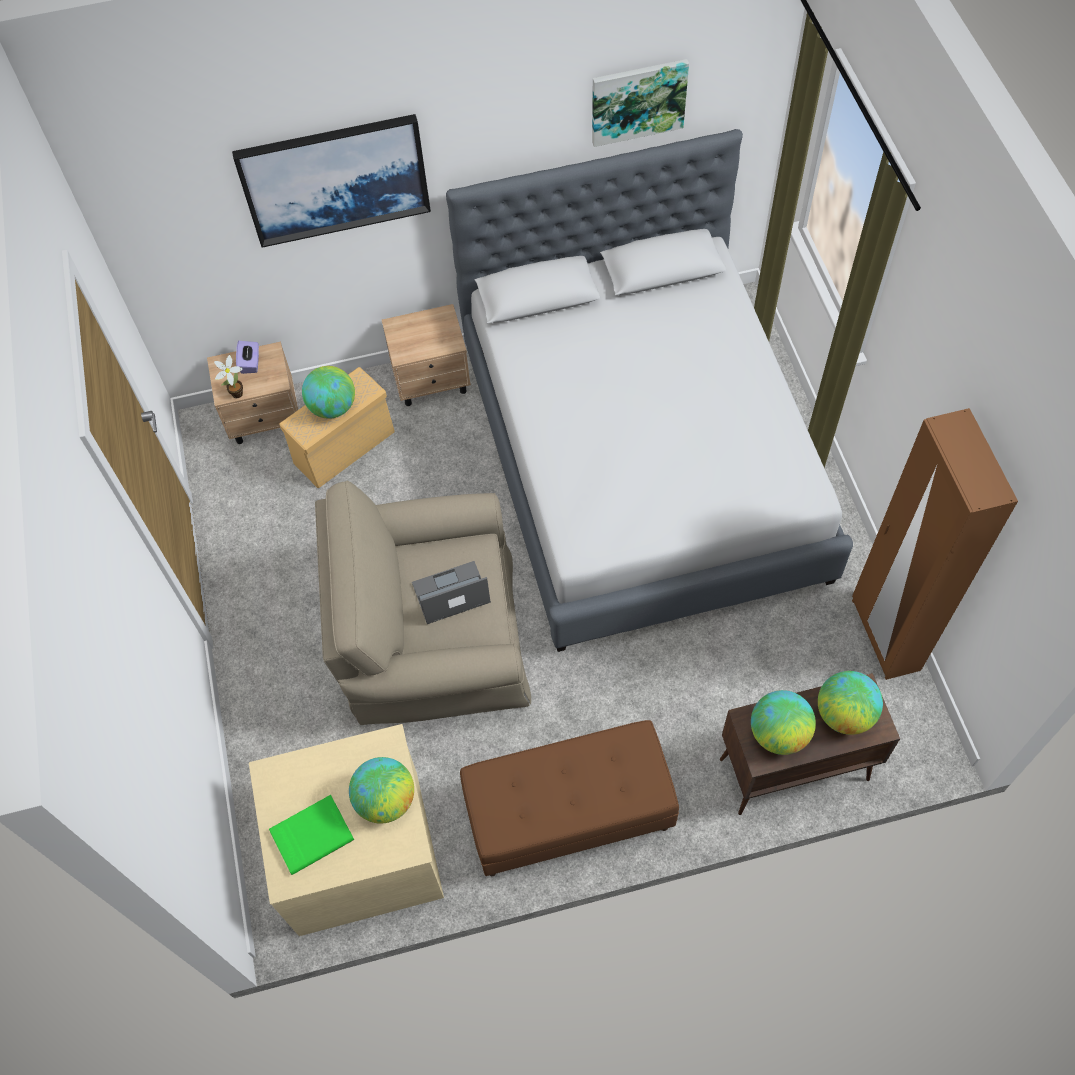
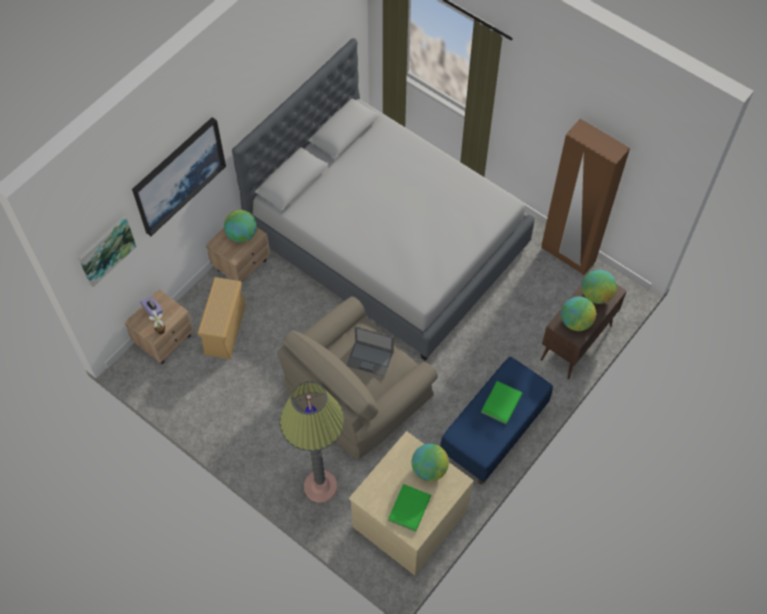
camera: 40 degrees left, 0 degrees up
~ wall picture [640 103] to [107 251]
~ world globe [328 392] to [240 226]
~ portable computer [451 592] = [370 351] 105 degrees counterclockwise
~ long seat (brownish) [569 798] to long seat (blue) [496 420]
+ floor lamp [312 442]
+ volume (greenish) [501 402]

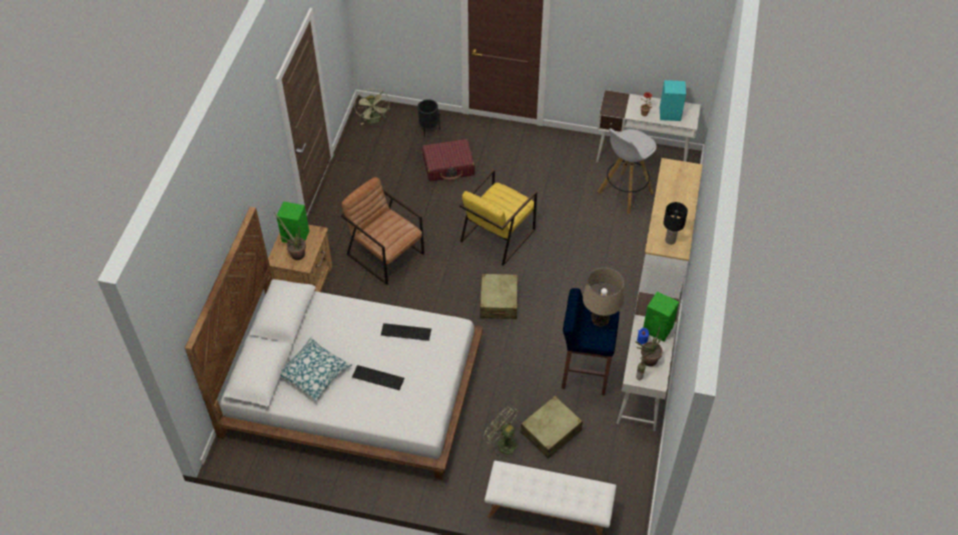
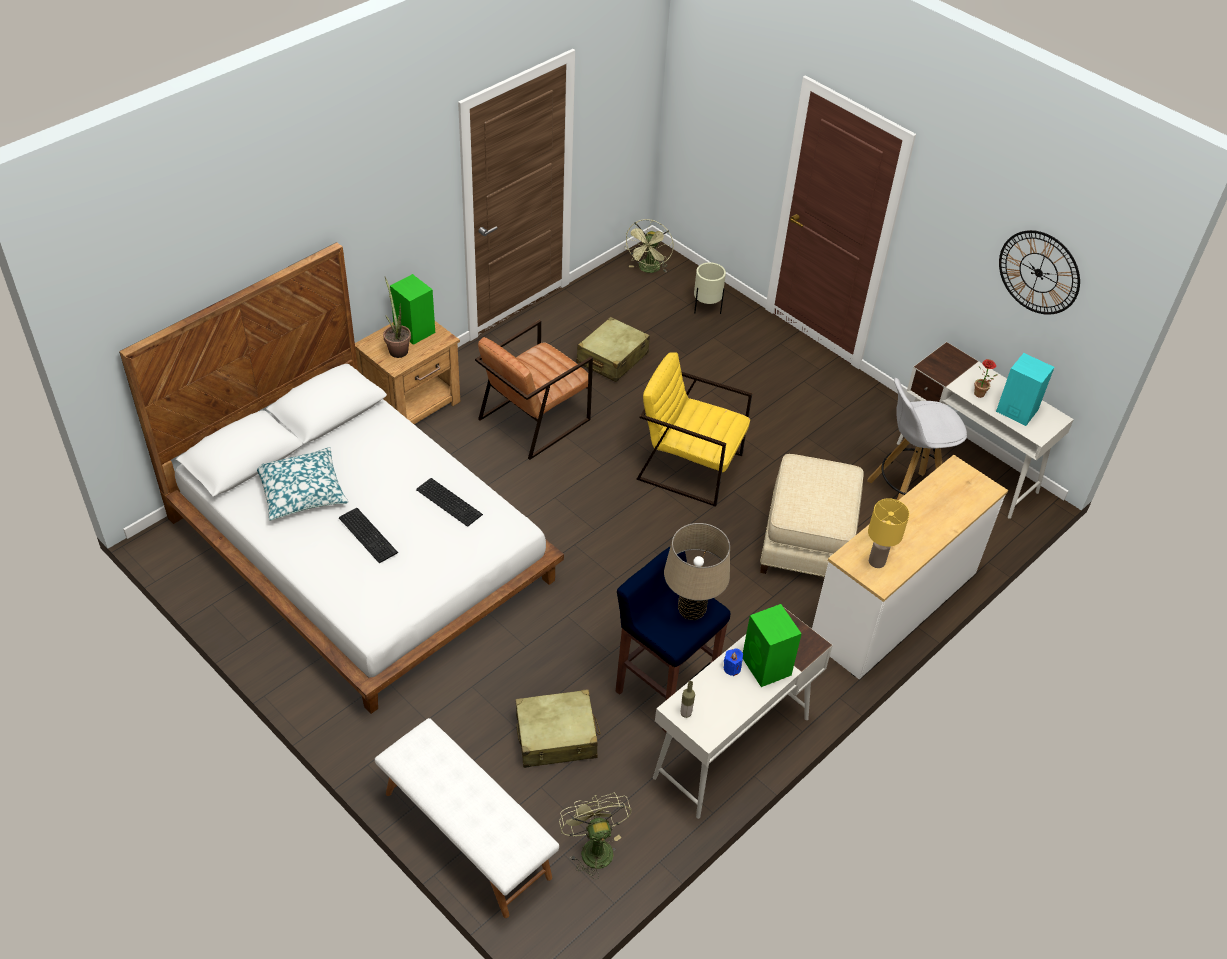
camera: 30 degrees right, 5 degrees down
~ plant pot (black-coloured) [429 118] to plant pot (beige) [710 288]
- suitcase (red-coloured) [448 160]
~ lounge chair (yellow-coloured) [498 217] = [694 429] 45 degrees clockwise
~ lounge chair (brownish) [382 231] = [534 390] 120 degrees counterclockwise
~ table lamp (black-coloured) [675 223] to table lamp (yellow-coloured) [888 533]
~ suitcase (beige) [498 296] to [613 349]
- plant in a pot [648 346]
~ fan (greenish) [500 433] to [595 836]
+ wall clock [1039 272]
+ ottoman (beige) [812 515]

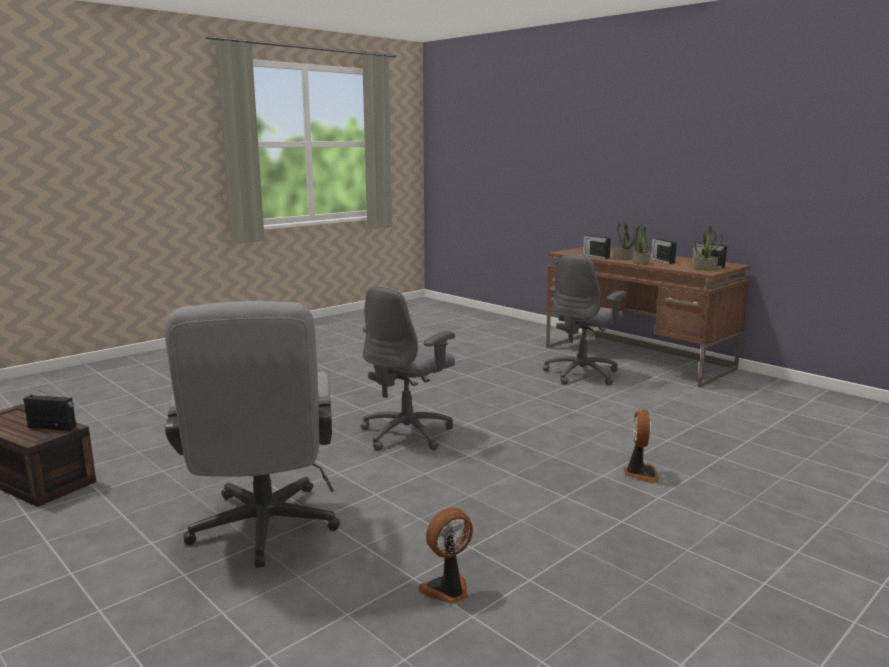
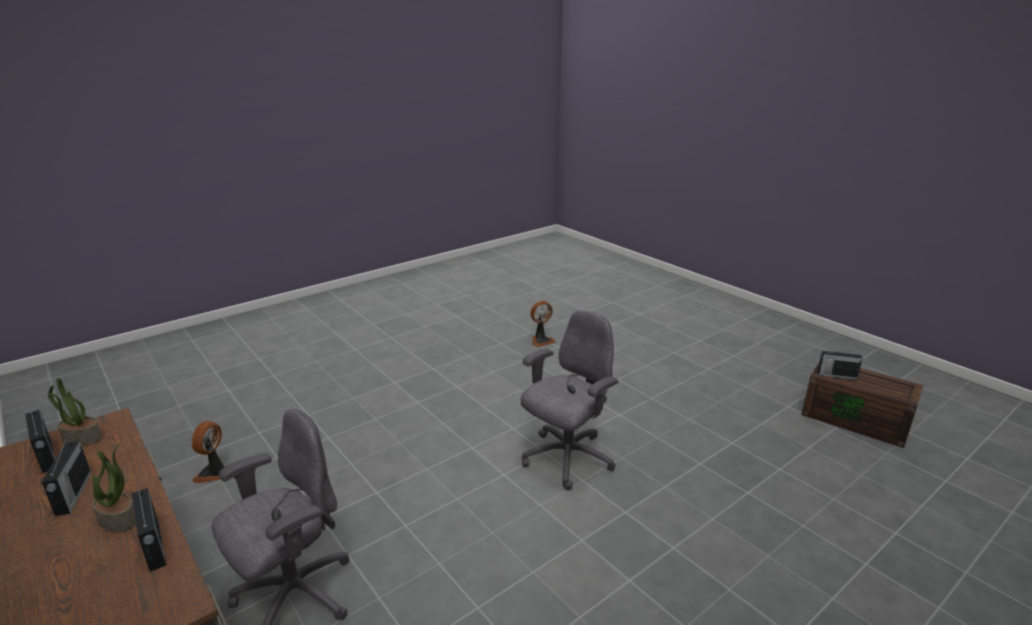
camera: 175 degrees left, 10 degrees up
- plant in a pot [641 243]
- computer chair (grey) [252 434]
~ fan [641 446] to [208 452]

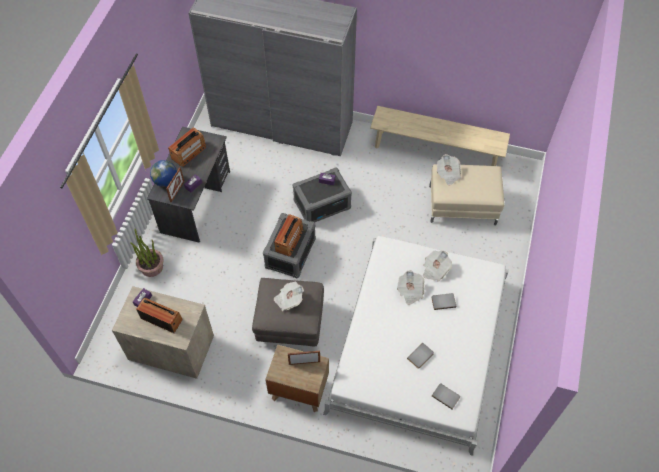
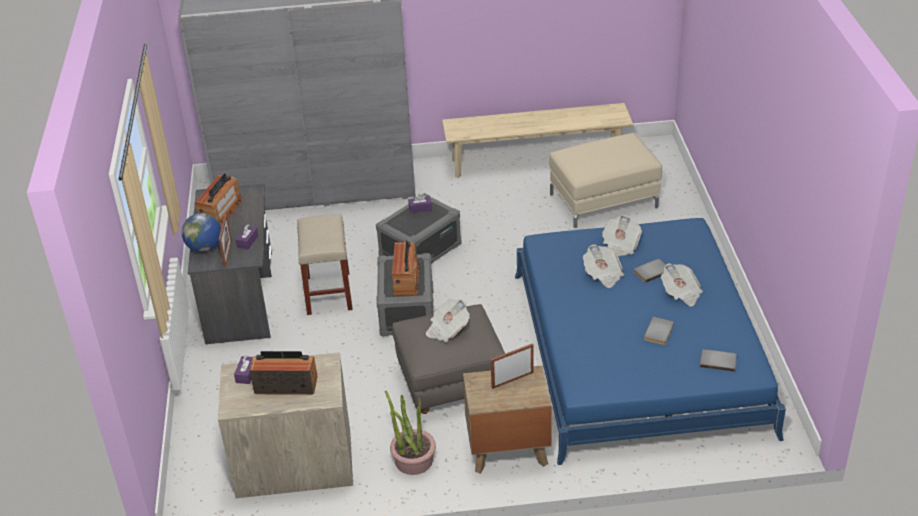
camera: 20 degrees left, 20 degrees down
~ newspaper [449 170] to [682 284]
~ plant in a pot [146 253] to [410 432]
~ bedroom bed (white) [416 346] to bedroom bed (blue) [650 341]
+ stool (beige) [325 265]

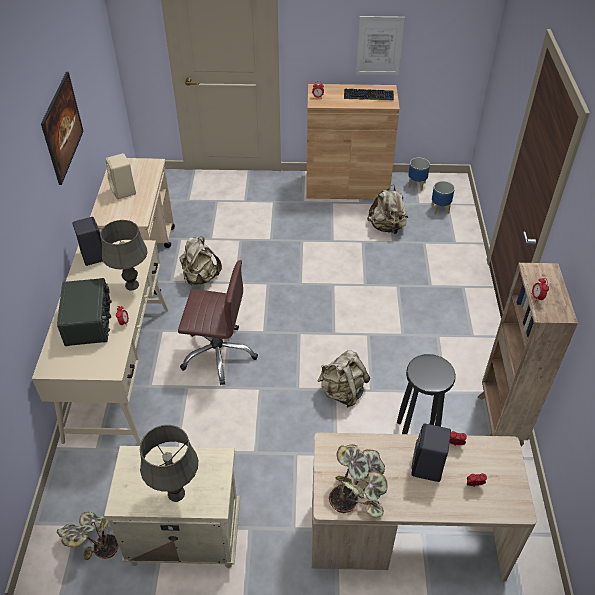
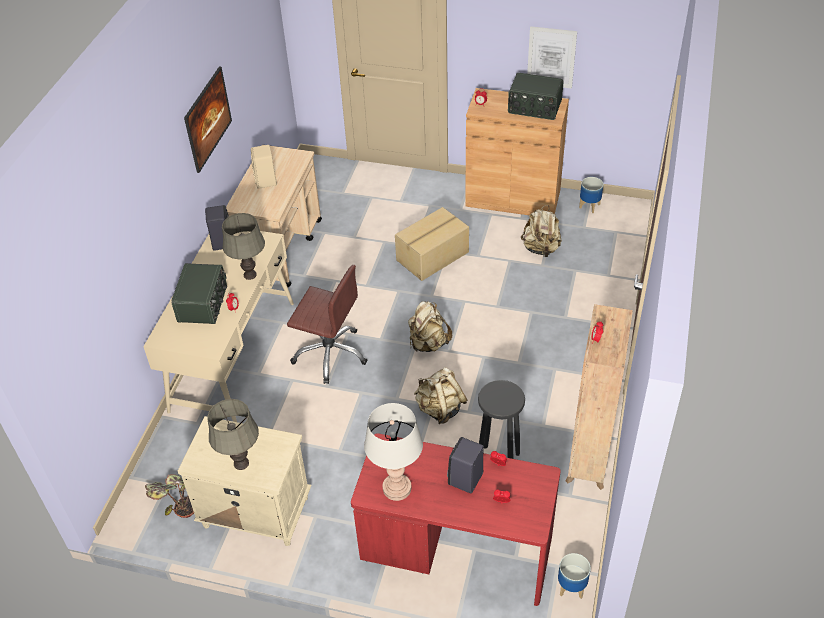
camera: 15 degrees right, 0 degrees up
~ keyboard [369 94] to radio set [536 96]
~ plant pot [443 197] to [574 576]
~ rucksack (beige) [200 260] to [430 326]
~ desk (beige) [424 507] to desk (red-coloured) [456 519]
~ plant in a pot [358 481] to table lamp (grey) [393 452]
+ packing box [432 244]

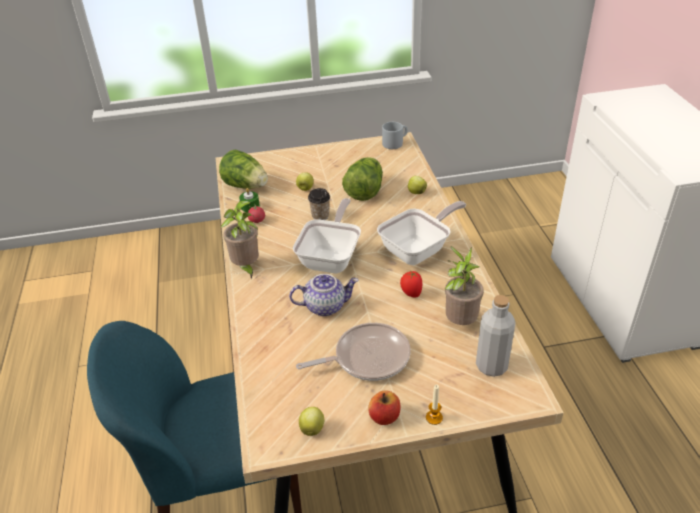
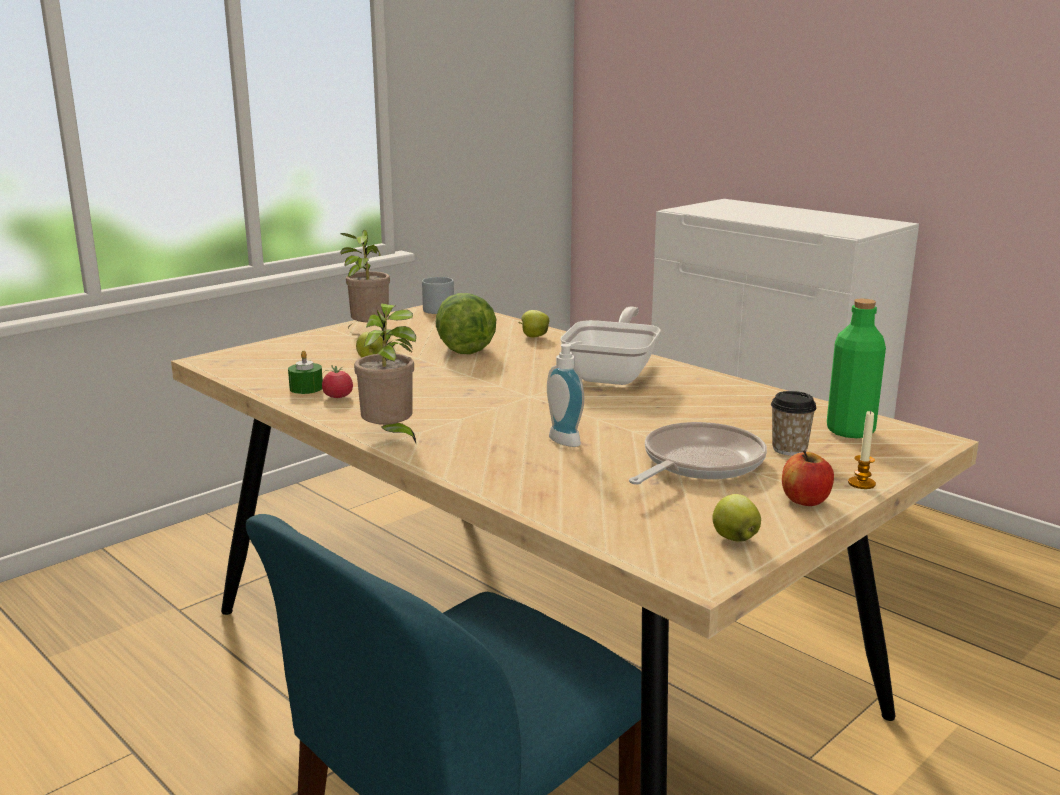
camera: 35 degrees left, 20 degrees down
- lettuce head [243 169]
~ cup [319 204] to [794 423]
- pan [327 235]
~ plant in a pot [464 285] to [365 279]
- tomato [411 284]
~ tea pot [324 295] to liquid soap bottle [565 394]
~ beverage bottle (grey) [496 336] to beverage bottle (greenish) [856 368]

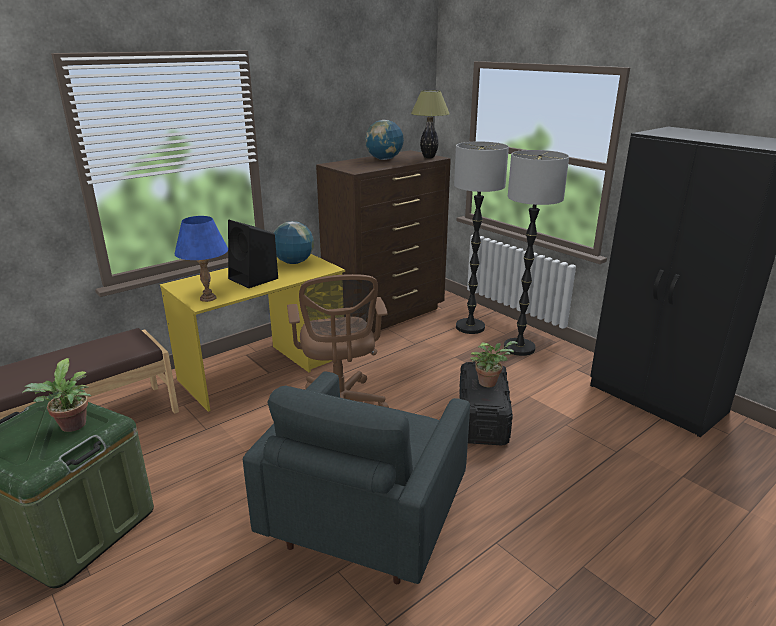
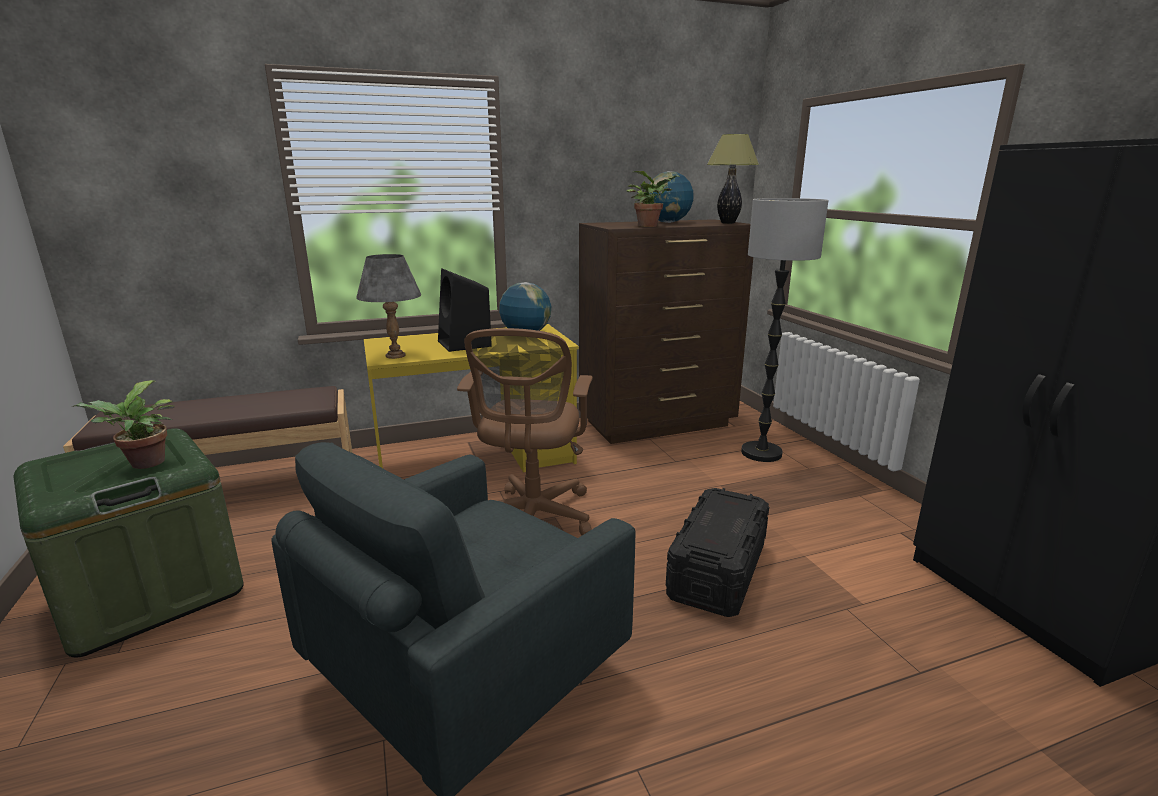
camera: 20 degrees right, 5 degrees down
- floor lamp [536 253]
~ table lamp (blue) [201 259] to table lamp (grey) [388 306]
~ plant in a pot [494 364] to [653 199]

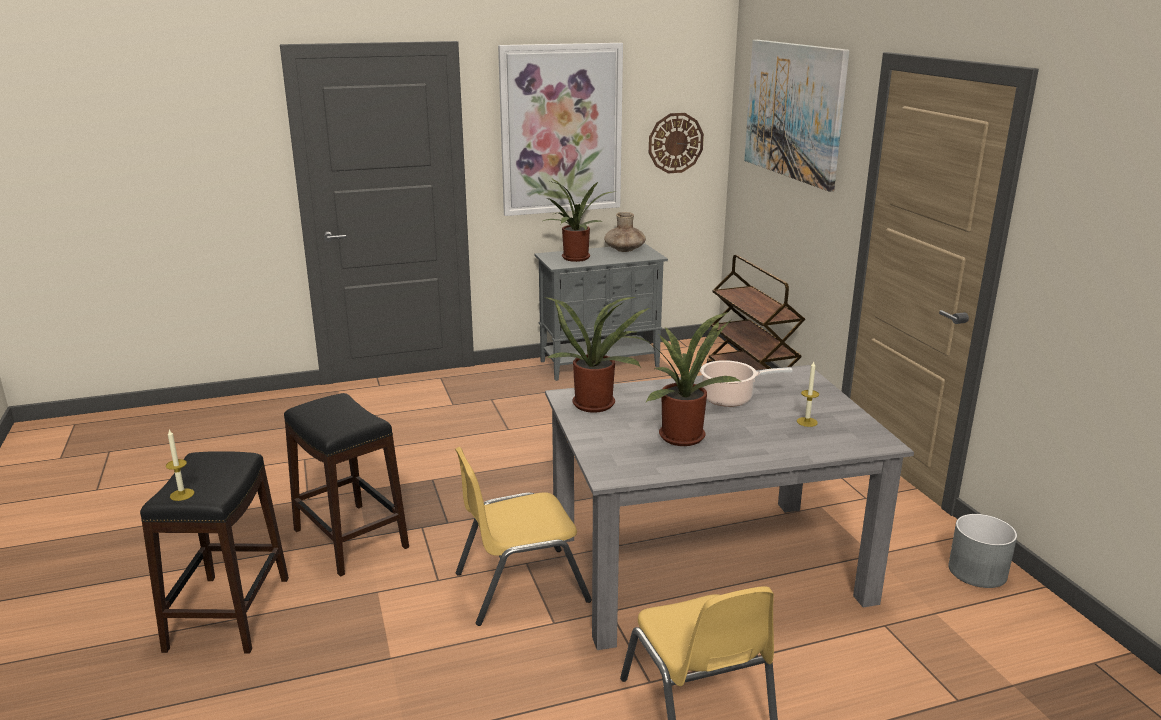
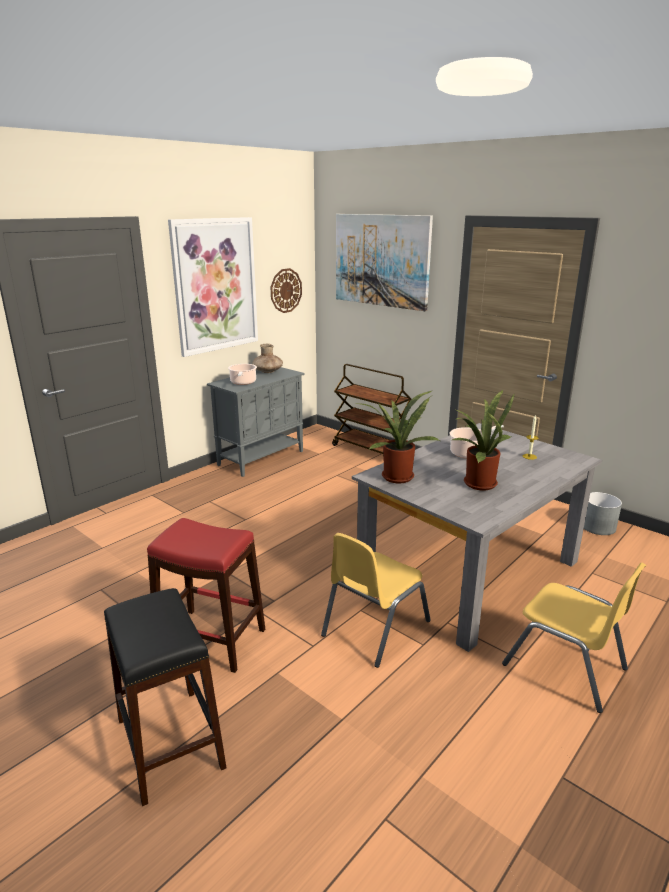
camera: 30 degrees left, 0 degrees up
~ plant in a pot [578 220] to stockpot [242 374]
~ stool (black-coloured) [346 485] to stool (red-coloured) [206 595]
- candle [180 465]

